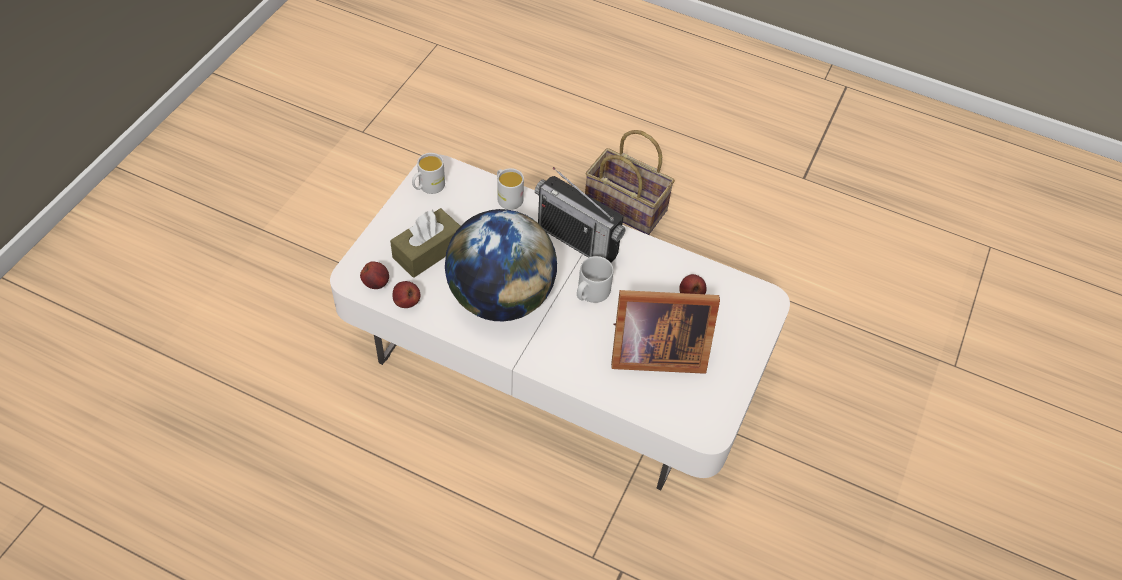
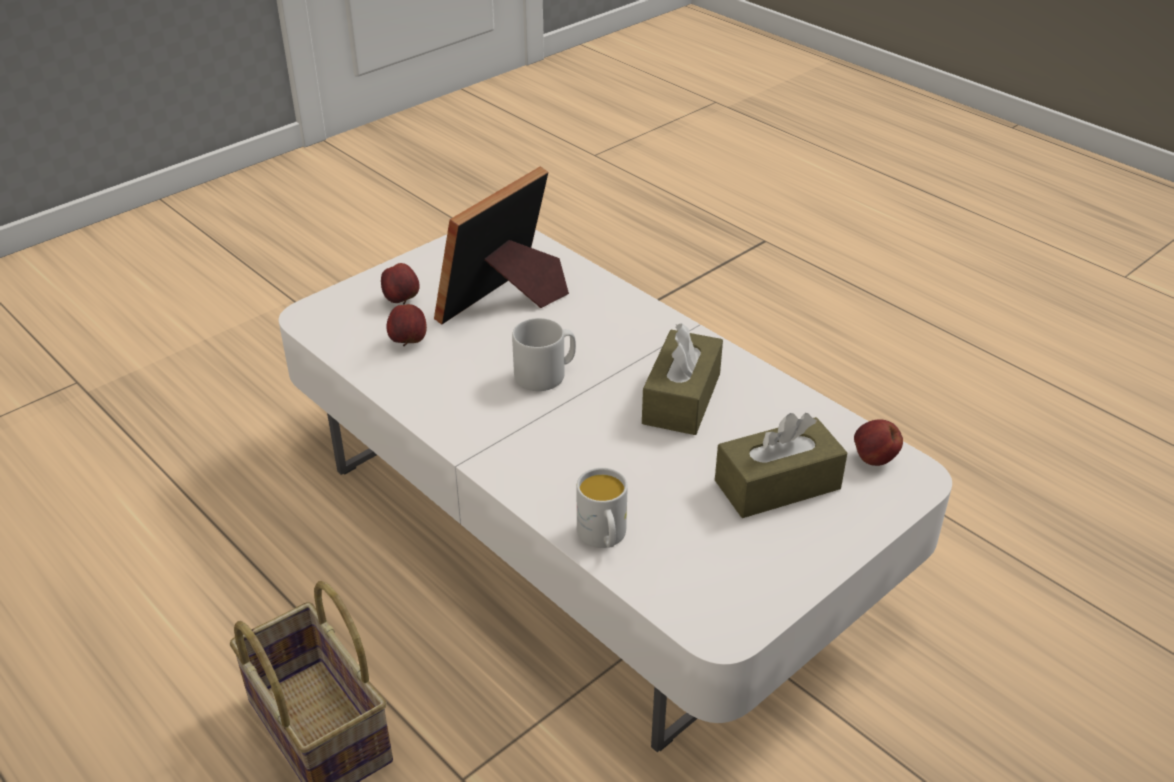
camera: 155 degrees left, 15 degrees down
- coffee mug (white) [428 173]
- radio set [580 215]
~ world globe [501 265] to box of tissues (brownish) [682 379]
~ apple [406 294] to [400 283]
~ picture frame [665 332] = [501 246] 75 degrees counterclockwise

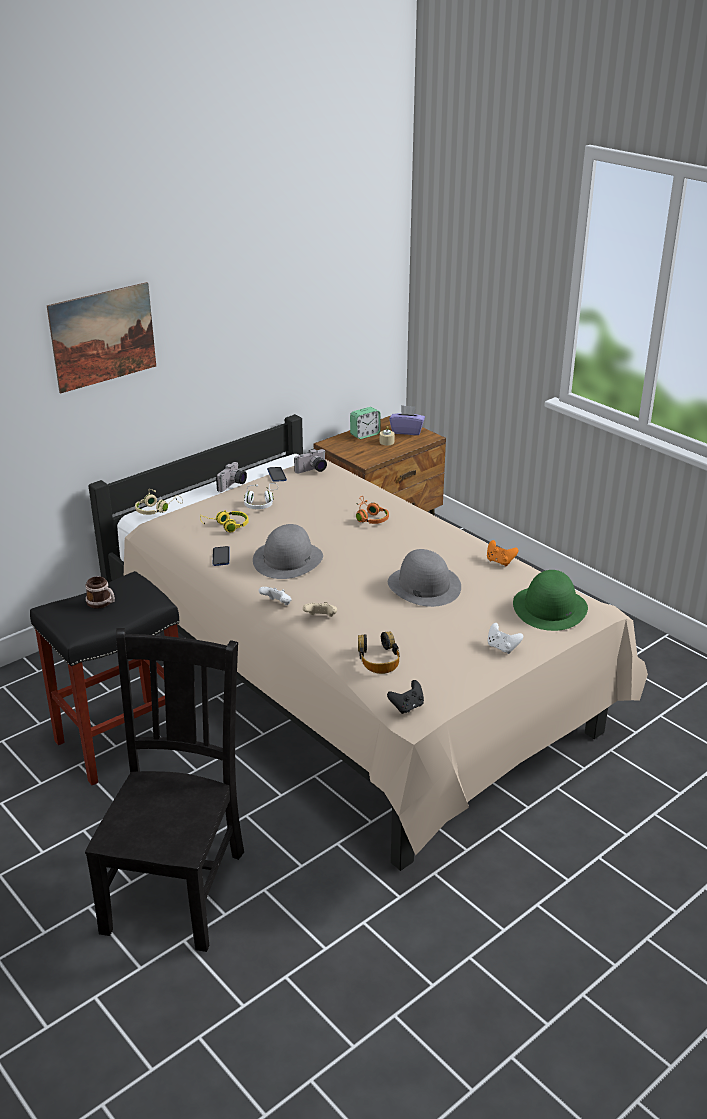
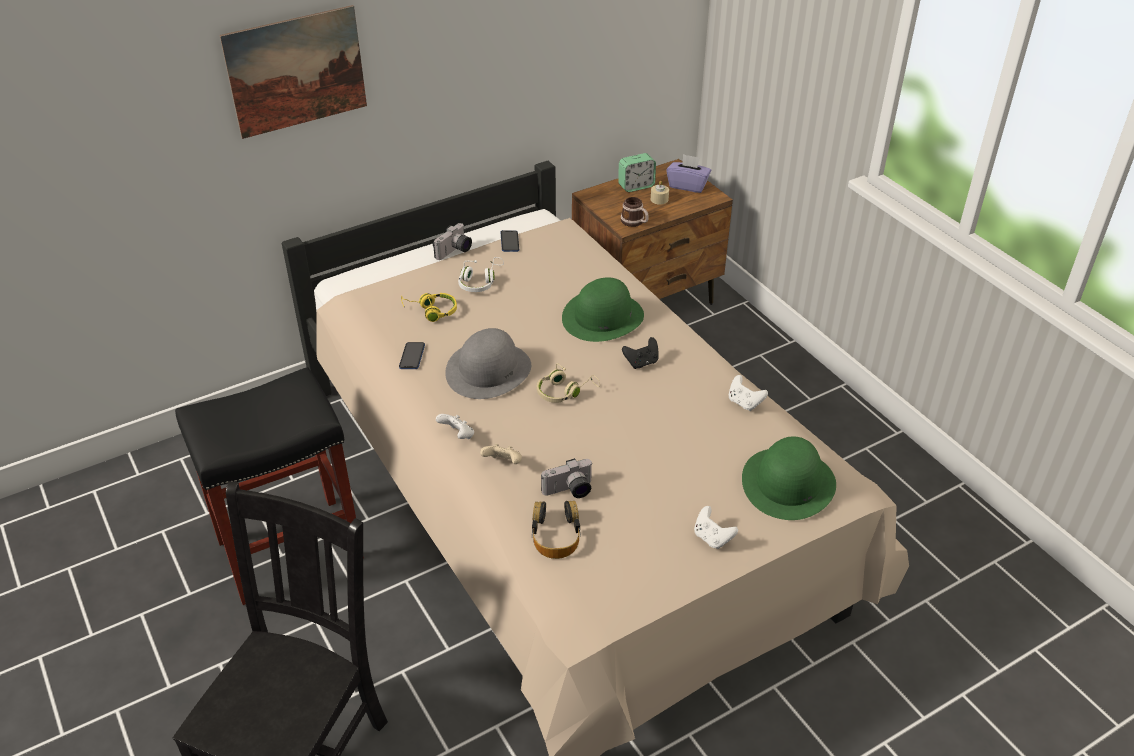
camera: 10 degrees right, 10 degrees up
~ photo camera [310 461] to [567 478]
~ pair of headphones (beige) [159 502] to [568 383]
~ pair of headphones (orangey) [372 510] to clothing hat (greenish) [603 309]
~ joypad (orangey) [503 553] to joypad (white) [748 393]
- clothing hat (grey) [424 578]
~ coffee mug [100 592] to [634 212]
~ joypad (black-coloured) [405 697] to [640 353]

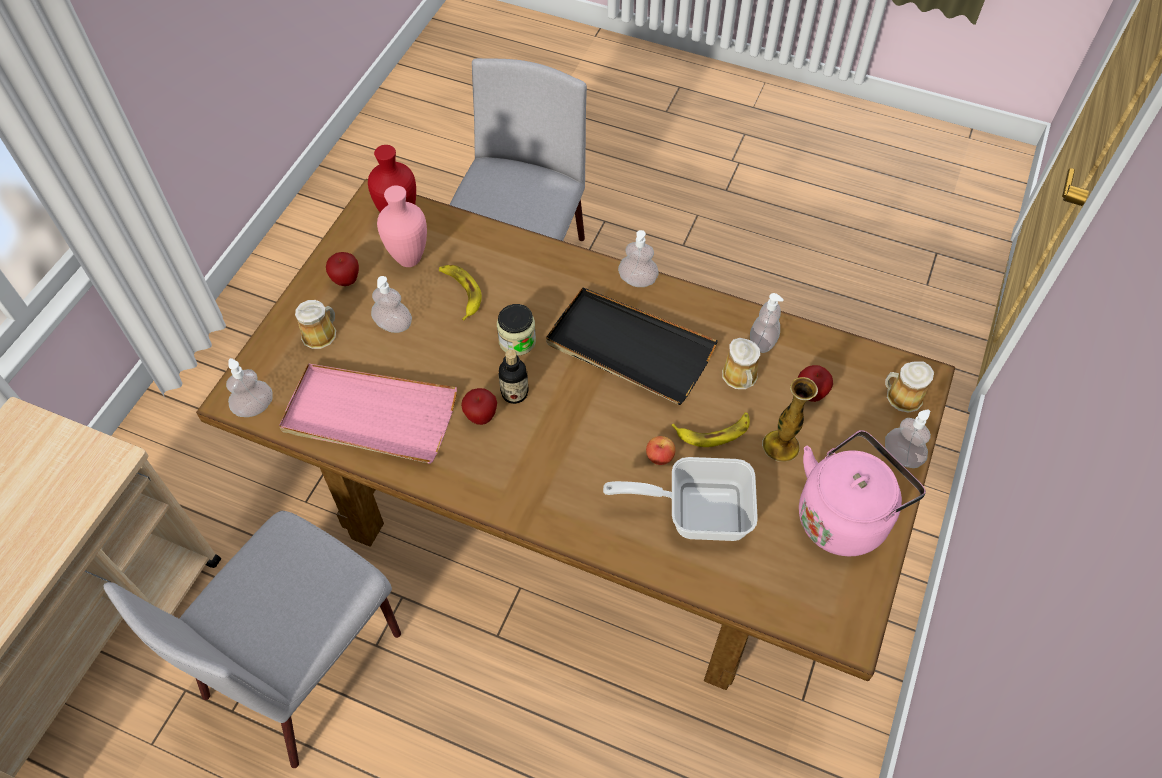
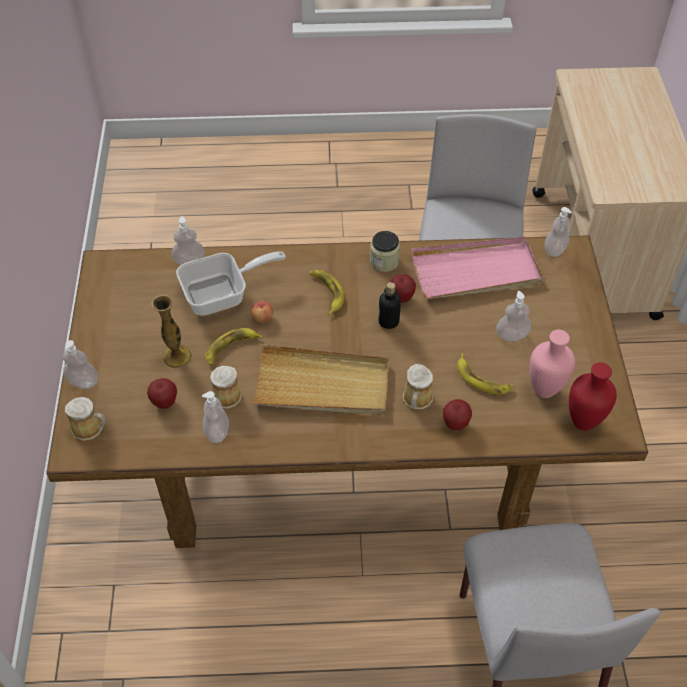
camera: 155 degrees right, 5 degrees down
~ liquid soap bottle [638 258] to [188 240]
~ apple [342 269] to [457 415]
~ serving tray (black-coloured) [632 346] to serving tray (beige) [320 379]
~ coffee mug [315 324] to [418 386]
~ storage jar [516 330] to [385 251]
- kettle (pink-coloured) [862 493]
+ whole banana [327 292]

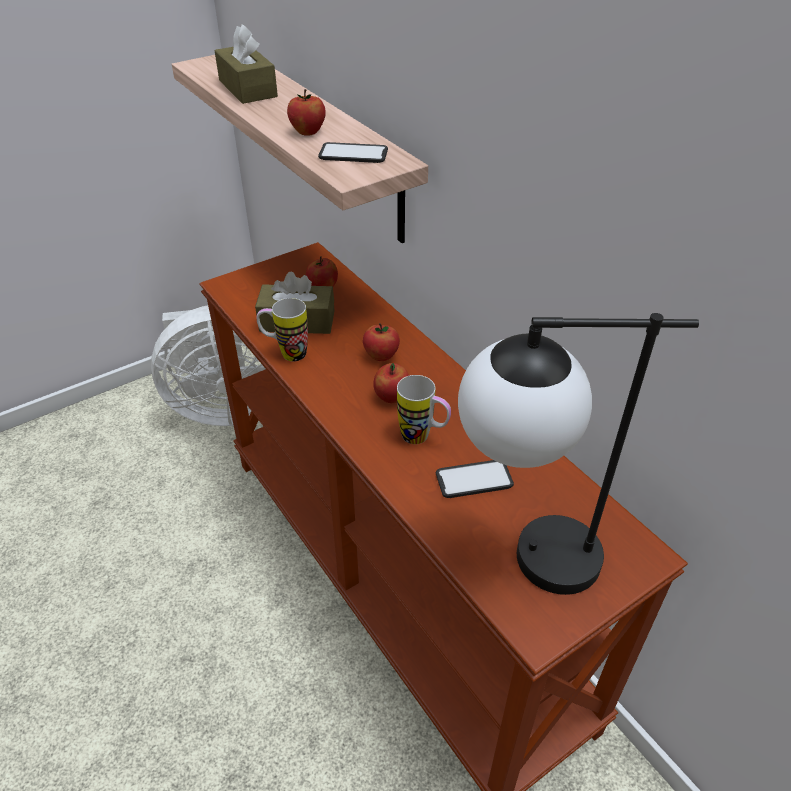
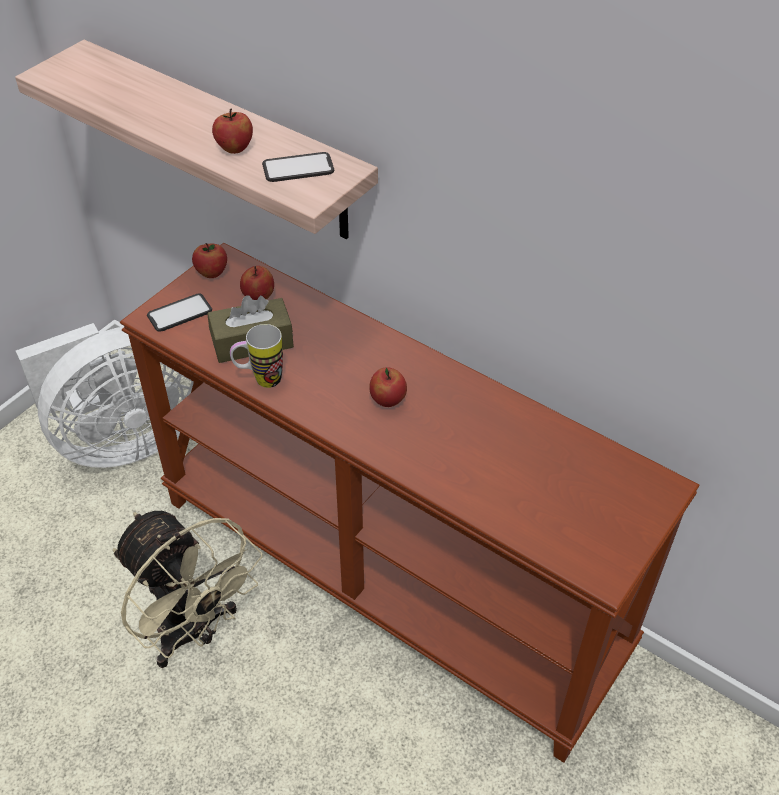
camera: 20 degrees left, 5 degrees up
- box of tissues (brownish) [246 64]
- table lamp [578 454]
~ apple [381 342] to [209 260]
- coffee mug [424 409]
~ phone [475 479] to [179 312]
+ fan (beige) [188 589]

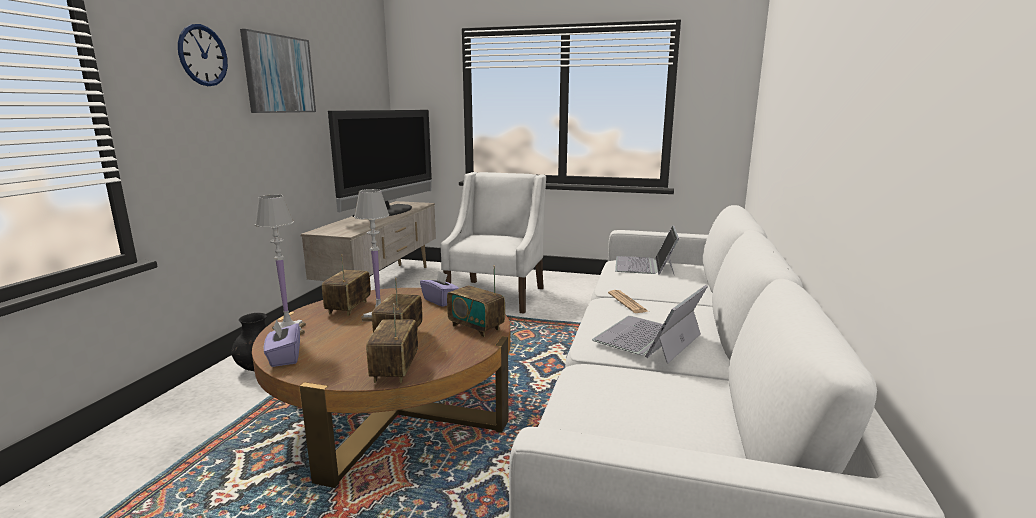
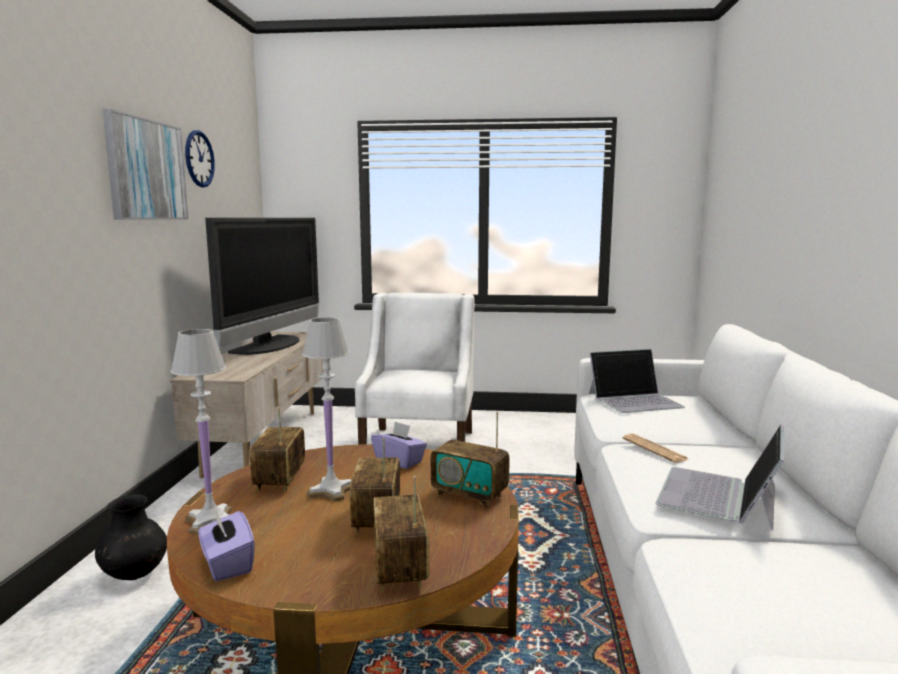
camera: 10 degrees left, 5 degrees down
~ wall clock [203 55] to [200 158]
~ portable computer [647 250] = [637 381] 105 degrees counterclockwise

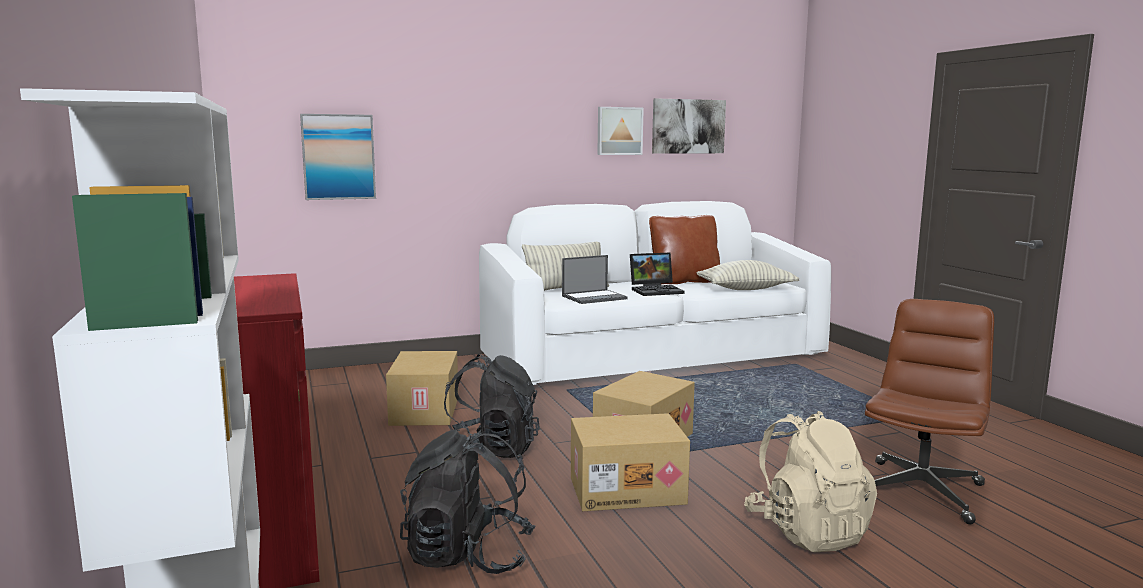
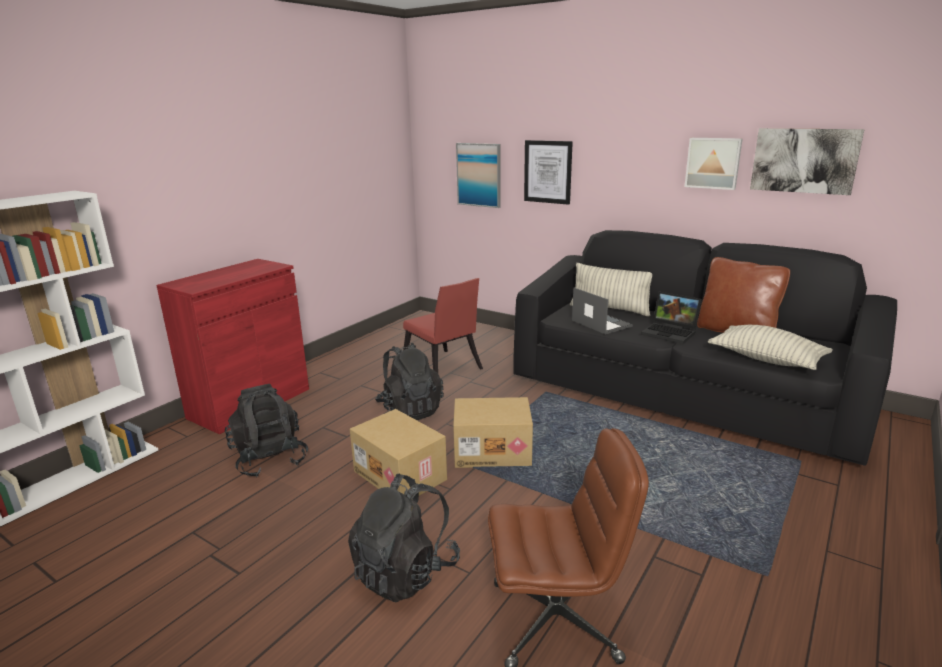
camera: 55 degrees right, 10 degrees up
~ settee (white) [655 293] to settee (black-coloured) [705 348]
~ portable computer [595 279] = [602 311] 150 degrees counterclockwise
~ packing box [422 388] to upright chair (red-coloured) [443 325]
~ rucksack (beige) [810 481] to rucksack (black-coloured) [404 537]
+ wall picture [548 172]

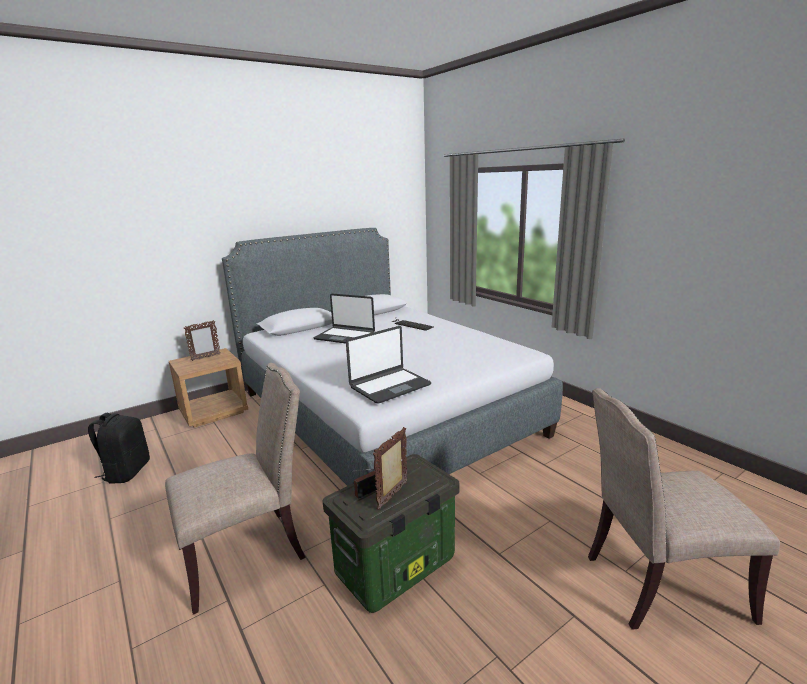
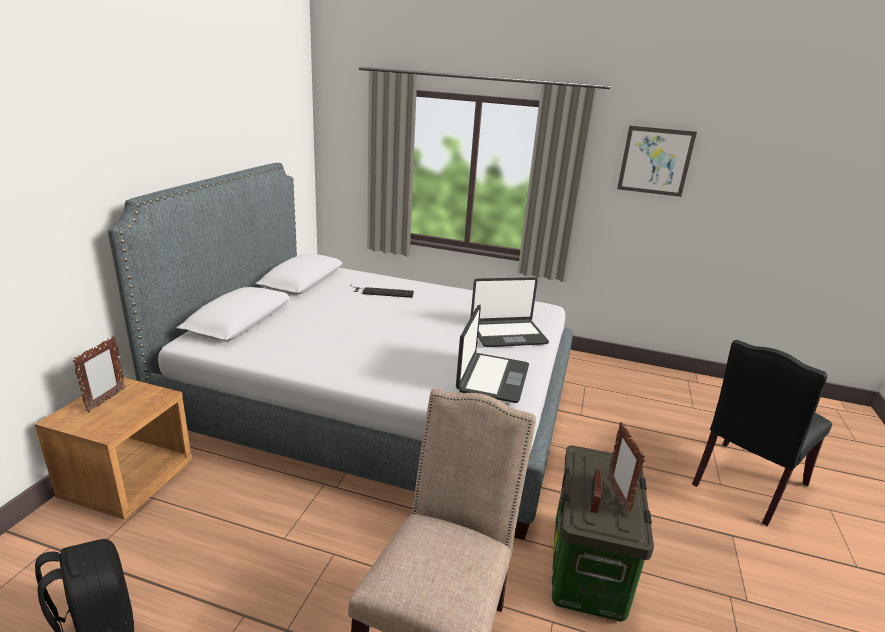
camera: 40 degrees left, 5 degrees up
~ portable computer [344 319] to [509 312]
~ upright chair (beige) [684 509] to upright chair (black-coloured) [762 433]
+ wall picture [657 161]

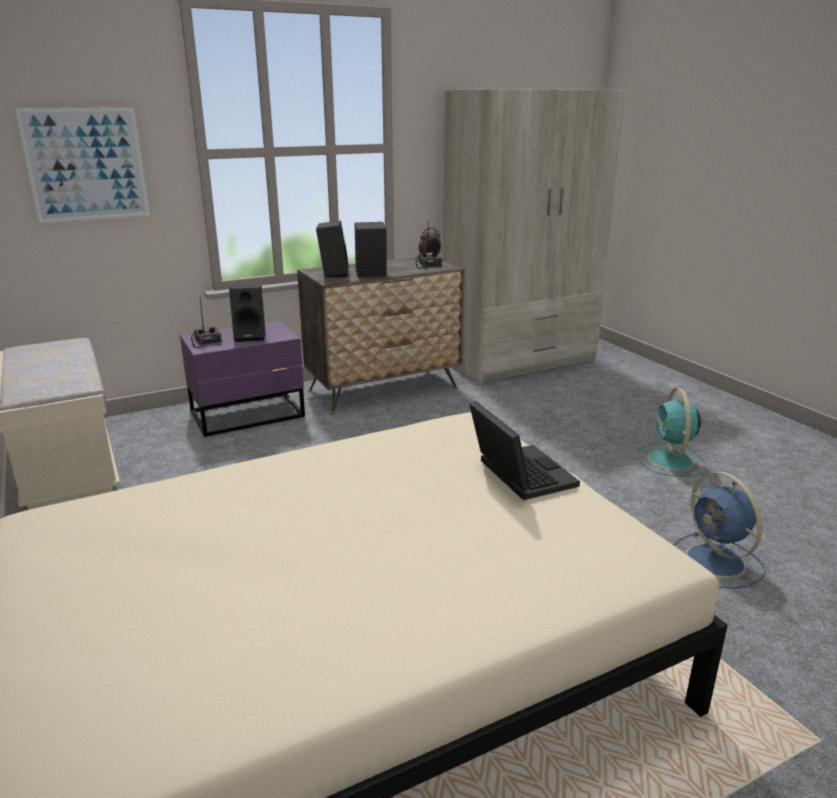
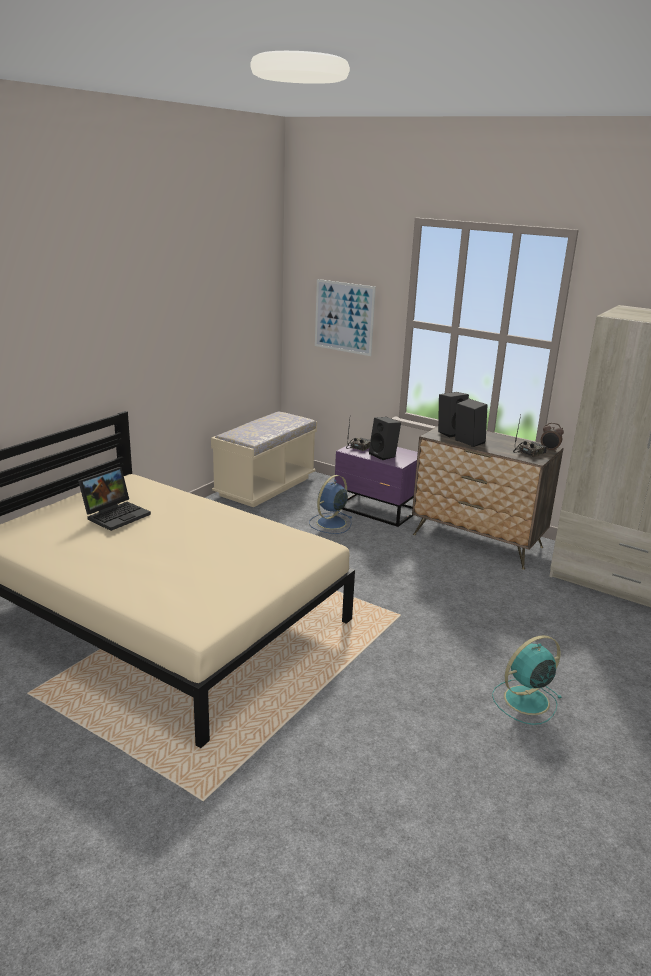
camera: 60 degrees right, 0 degrees up
~ portable computer [524 450] to [114 499]
~ fan (blue) [720 530] to [331 504]

